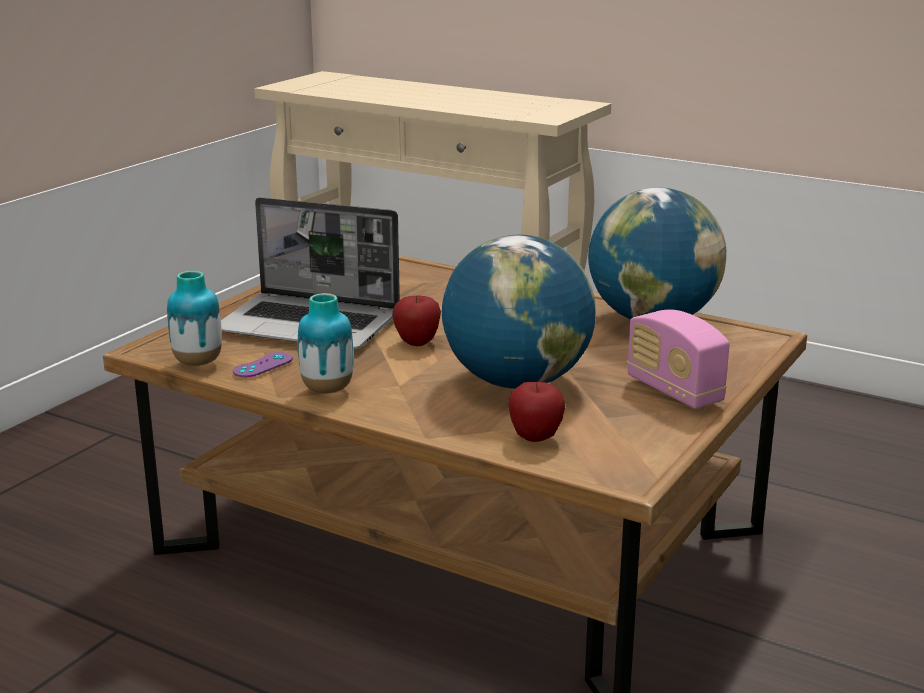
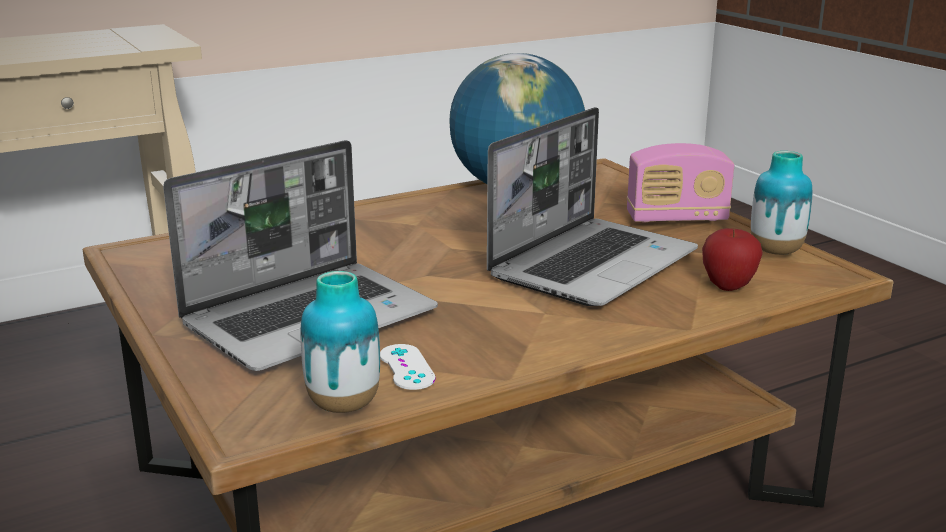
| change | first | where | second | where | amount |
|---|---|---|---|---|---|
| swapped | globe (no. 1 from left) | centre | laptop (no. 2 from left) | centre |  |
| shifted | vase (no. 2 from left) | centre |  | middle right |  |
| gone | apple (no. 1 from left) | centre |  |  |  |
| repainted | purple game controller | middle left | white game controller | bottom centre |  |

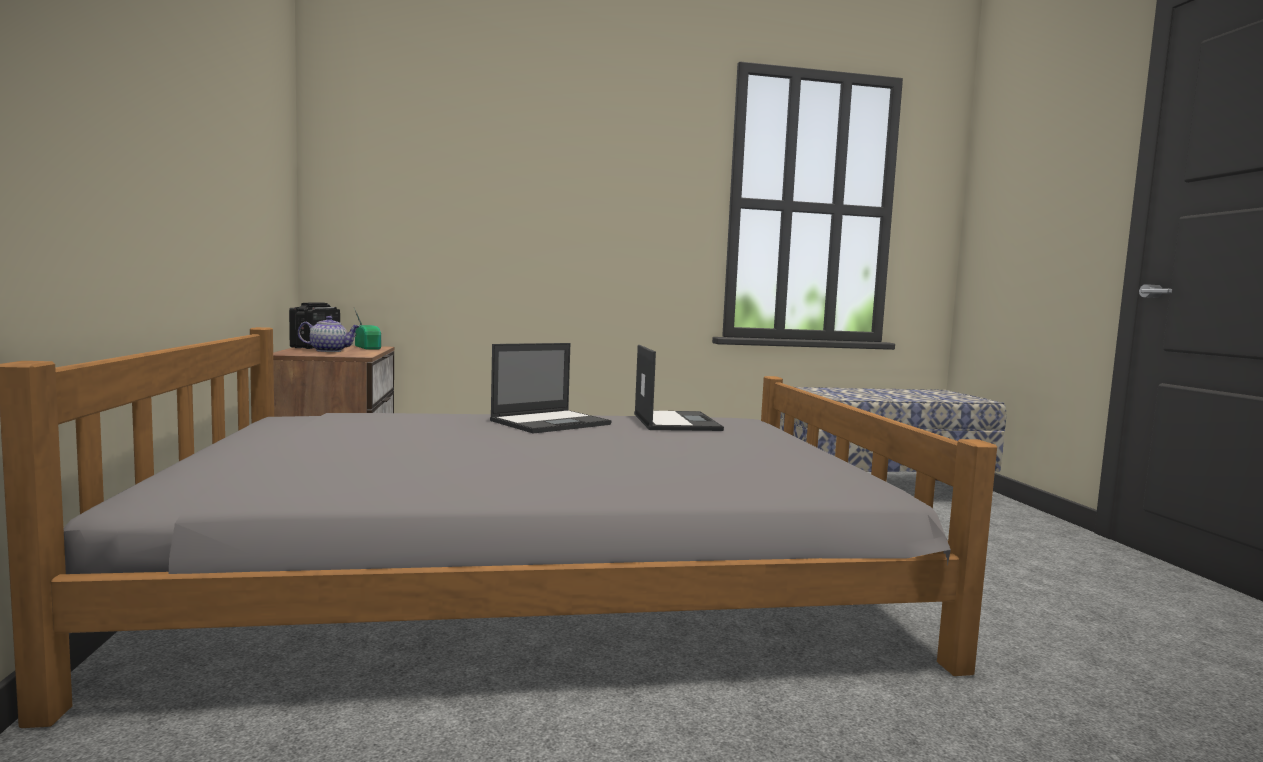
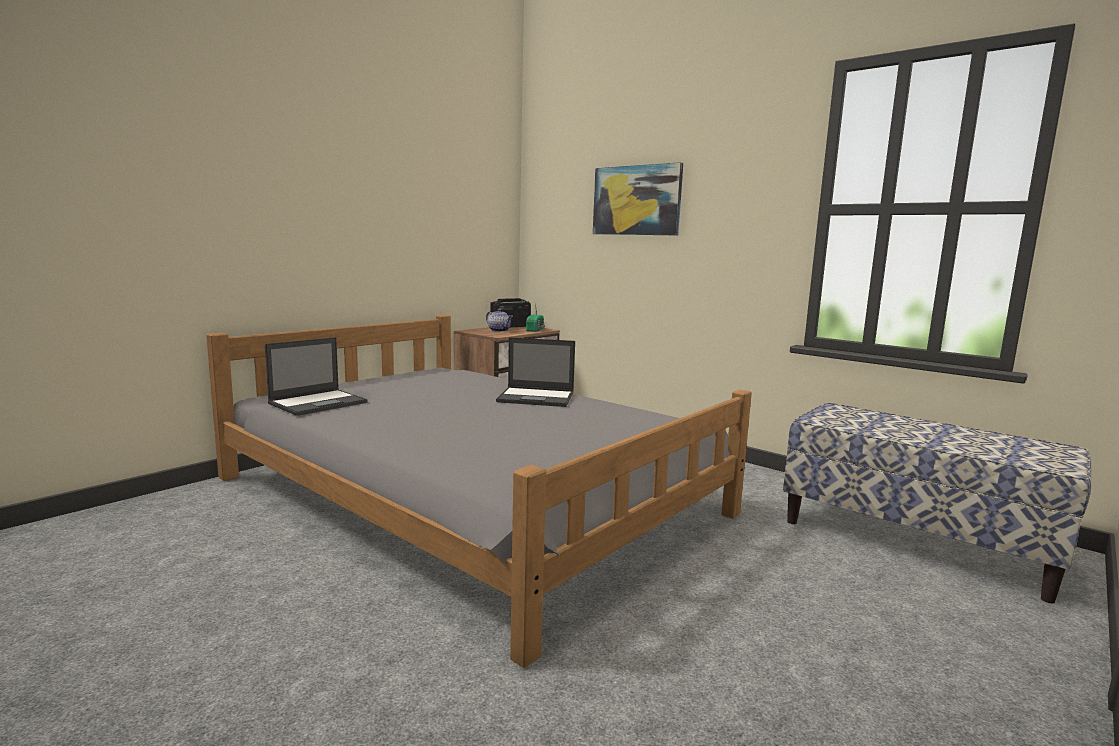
| change | first | where | second | where | amount |
|---|---|---|---|---|---|
| shifted | laptop (no. 2 from left in the first image) | centre | laptop (no. 1 from left) | middle left |  |
| new |  |  | picture | top centre |  |

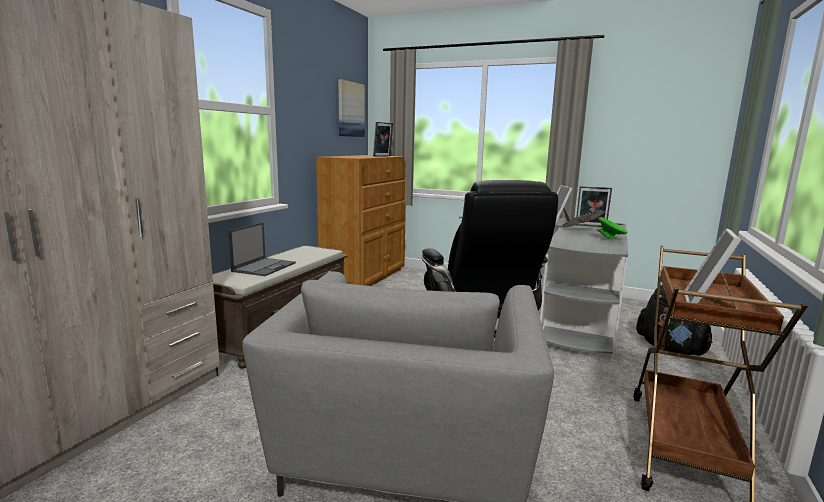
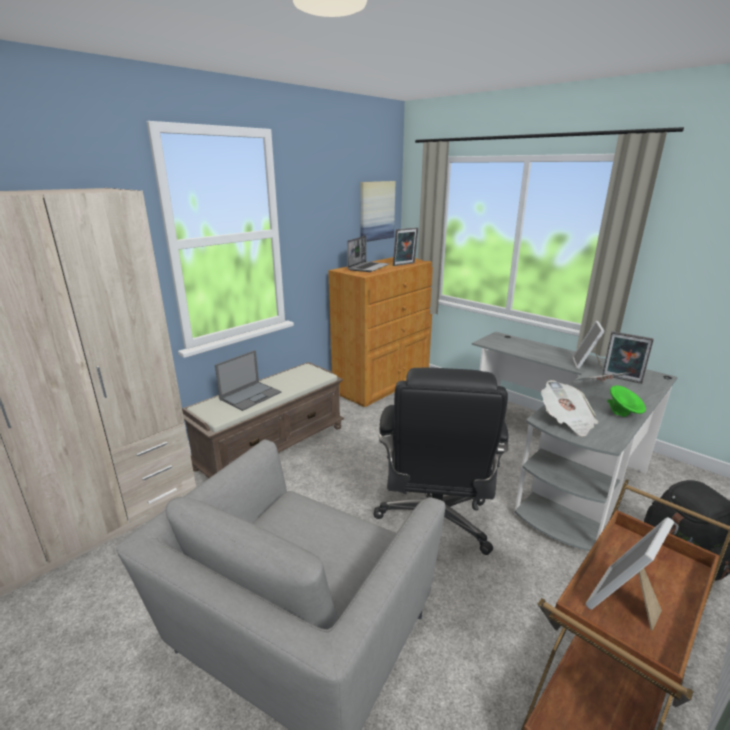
| change | first | where | second | where | amount |
|---|---|---|---|---|---|
| new |  |  | laptop (no. 2 from left) | centre |  |
| new |  |  | newspaper (no. 1 from left) | middle right |  |

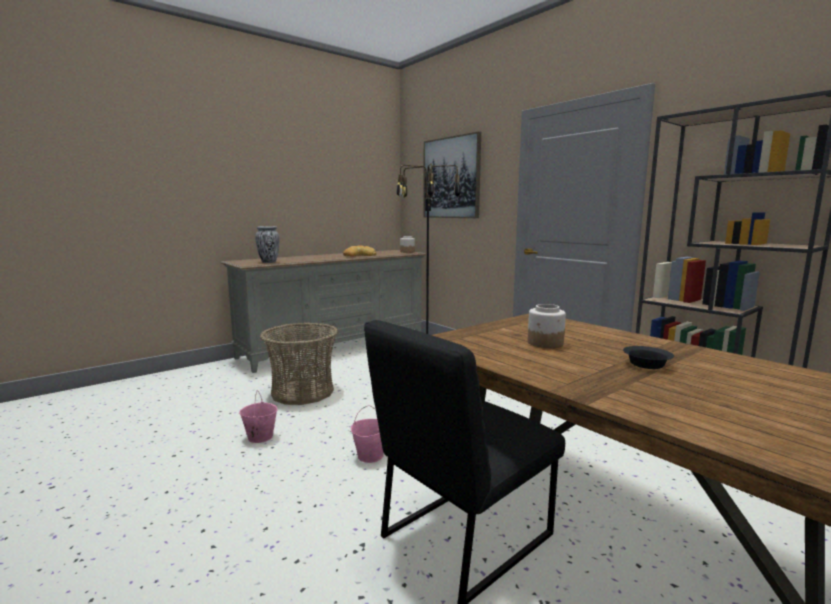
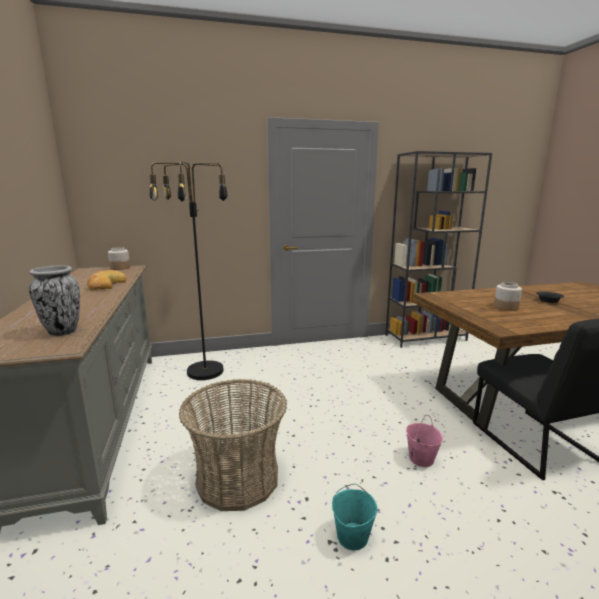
| change | first | where | second | where | amount |
|---|---|---|---|---|---|
| gone | picture | top centre |  |  |  |
| repainted | pink bucket (no. 1 from left) | bottom left | turquoise bucket | bottom centre |  |

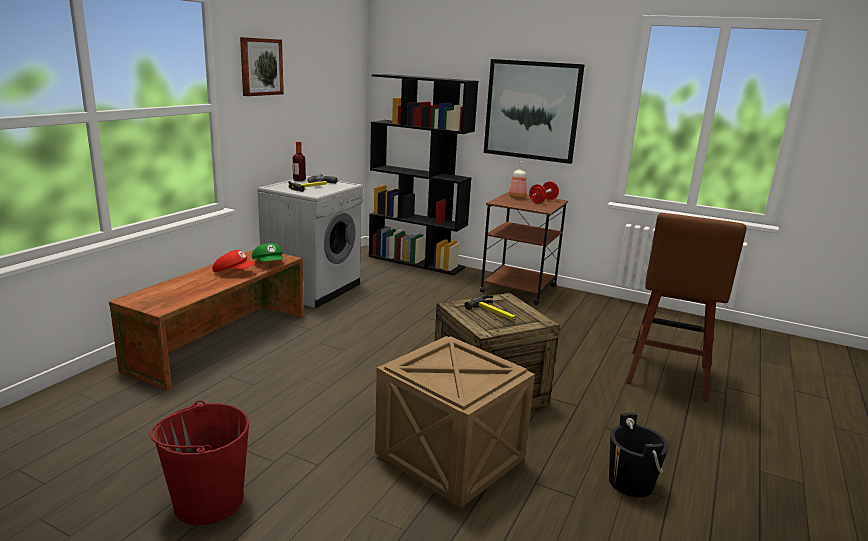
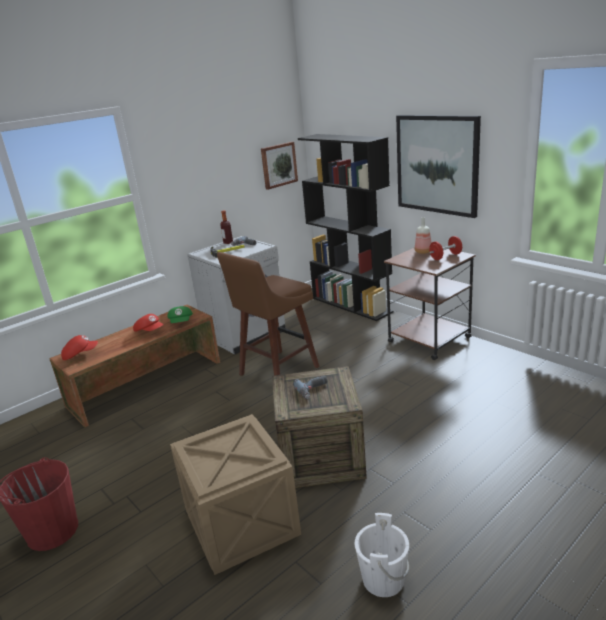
| change | first | where | second | where | amount |
|---|---|---|---|---|---|
| shifted | picture (no. 1 from left) | top left |  | top centre |  |
| shifted | brown stool | middle right |  | centre |  |
| swapped | hammer (no. 2 from left) | centre | power drill (no. 2 from left) | centre |  |
| repainted | black bucket | bottom right | white bucket | bottom centre |  |
| new |  |  | red cap (no. 1 from left) | middle left |  |

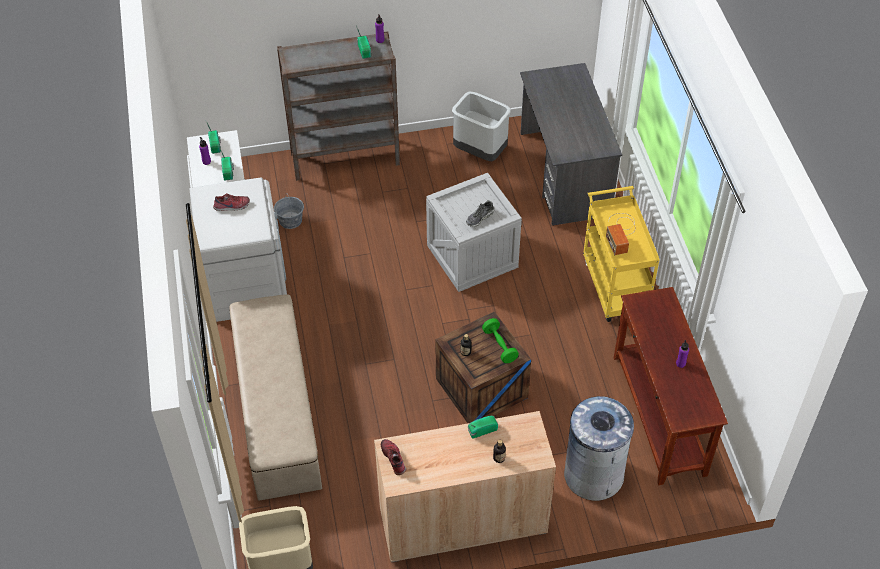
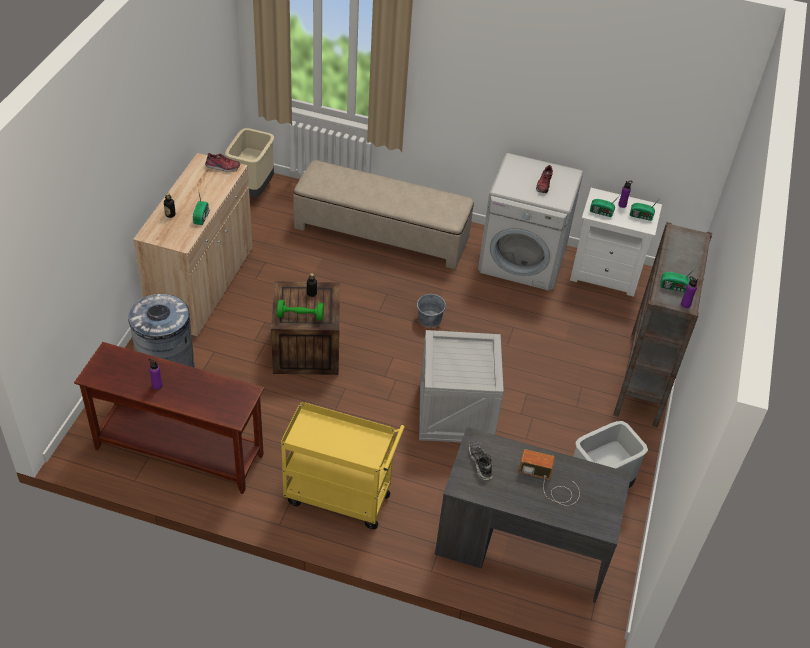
| change | first | where | second | where | amount |
|---|---|---|---|---|---|
| shifted | grey bucket | middle left |  | centre |  |
| shifted | shoe (no. 3 from left in the first image) | centre | shoe (no. 2 from left) | bottom centre |  |
| shifted | radio (no. 5 from left in the first image) | middle right | radio (no. 2 from left) | bottom right |  |

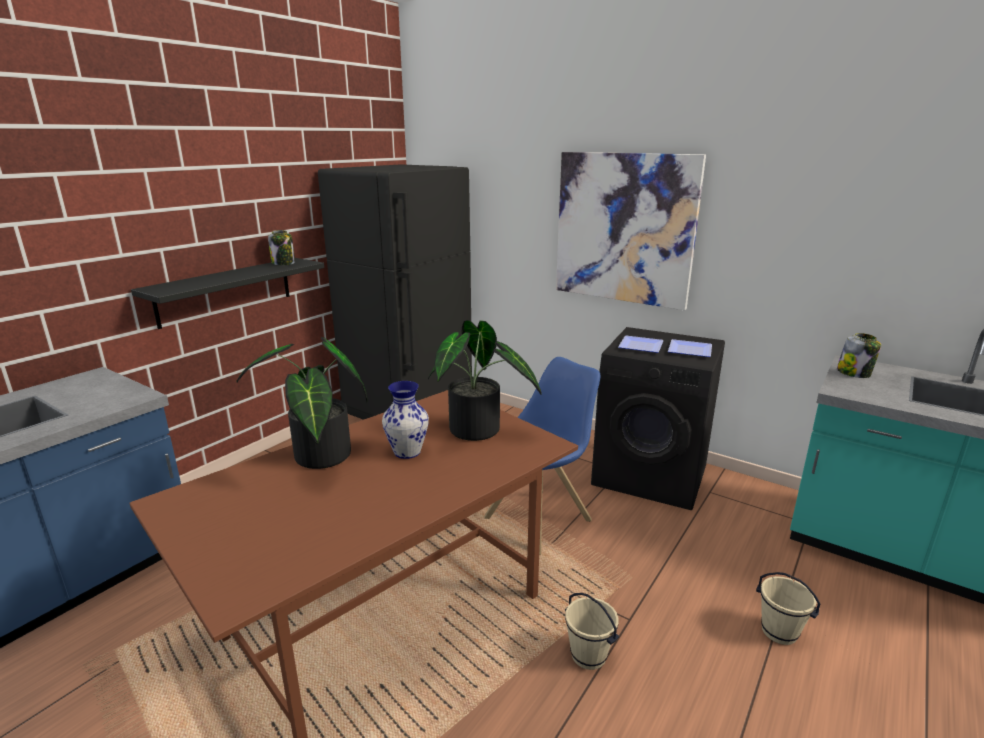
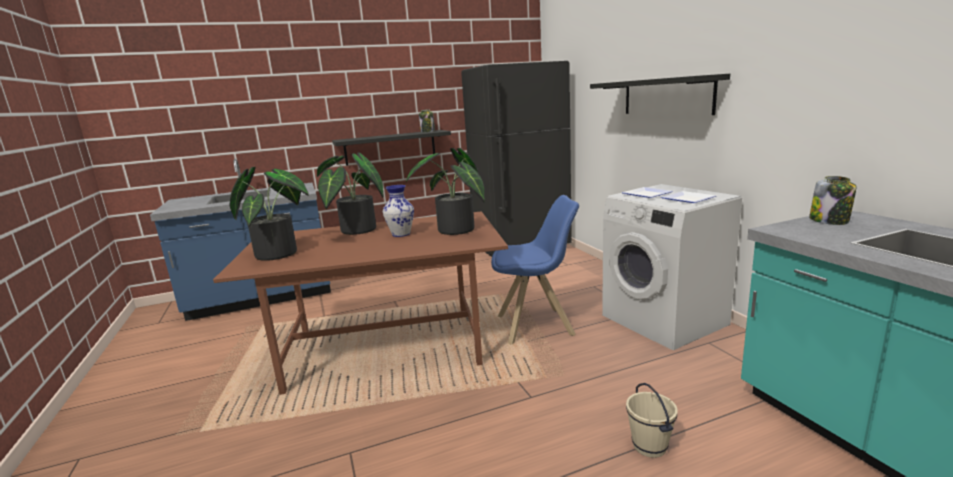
| change | first | where | second | where | amount |
|---|---|---|---|---|---|
| swapped | picture | top centre | black shelf (no. 2 from left) | top right |  |
| repainted | black washing machine | middle right | white washing machine | middle right |  |
| gone | beige bucket (no. 1 from left) | bottom centre |  |  |  |
| new |  |  | potted plant (no. 1 from left) | middle left |  |

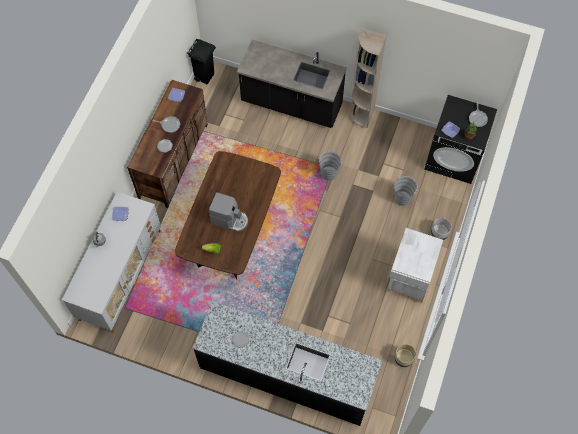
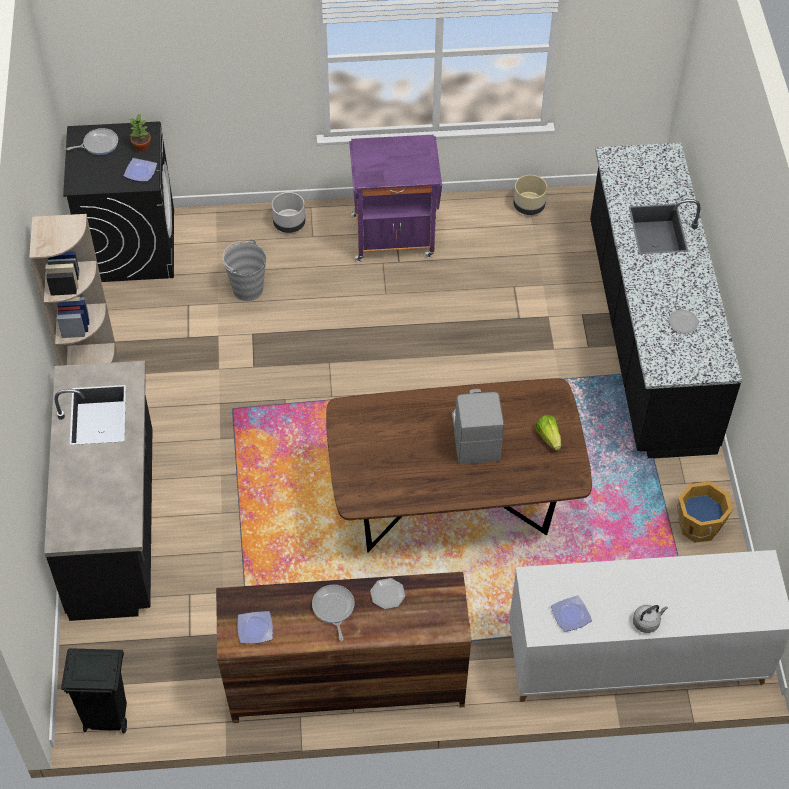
| change | first | where | second | where | amount |
|---|---|---|---|---|---|
| gone | grey bucket (no. 1 from left) | centre |  |  |  |
| repainted | white cart | middle right | purple cart | top centre |  |
| new |  |  | orange bucket | middle right |  |

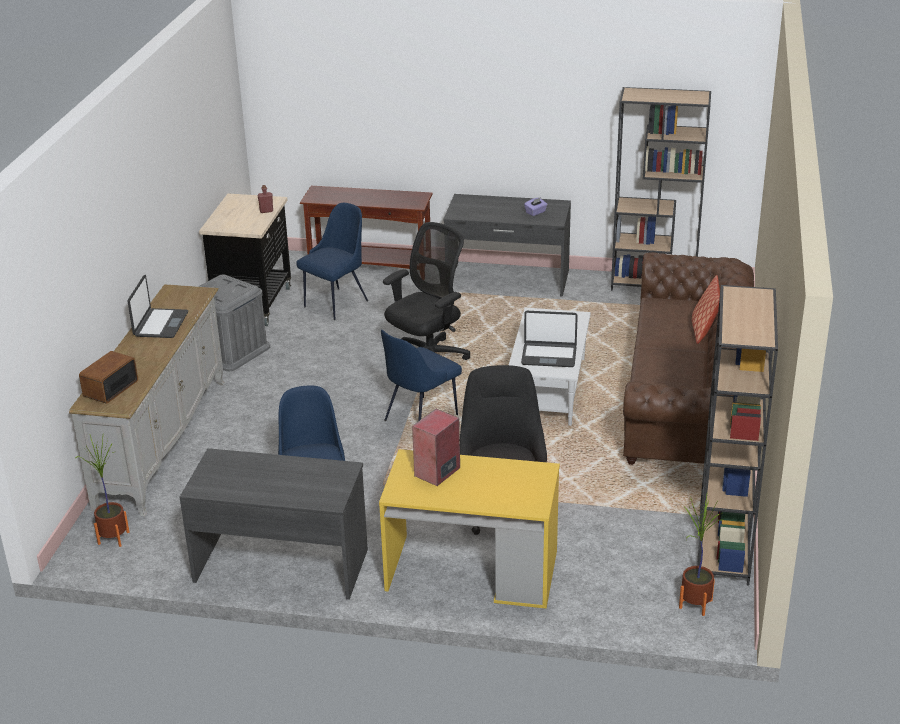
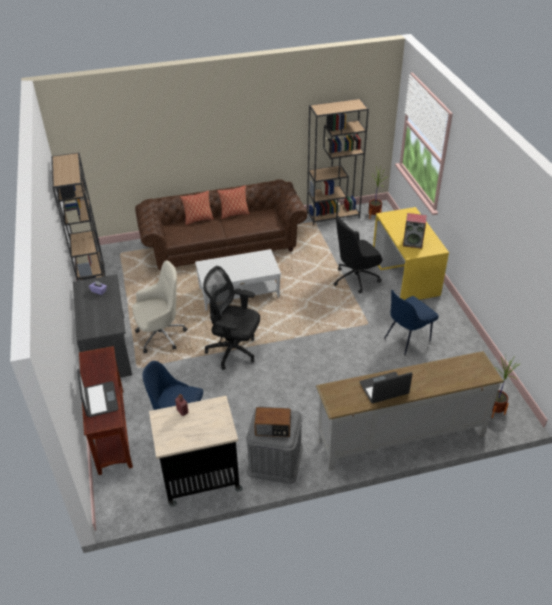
| change | first | where | second | where | amount |
|---|---|---|---|---|---|
| shifted | laptop (no. 2 from left in the first image) | centre | laptop (no. 1 from left) | middle left |  |
| gone | blue chair (no. 3 from left) | centre |  |  |  |
| shifted | radio | middle left |  | bottom centre |  |
| gone | grey desk (no. 1 from left) | bottom left |  |  |  |
| new |  |  | pillow (no. 2 from left) | centre |  |
| new |  |  | beige office chair | middle left |  |

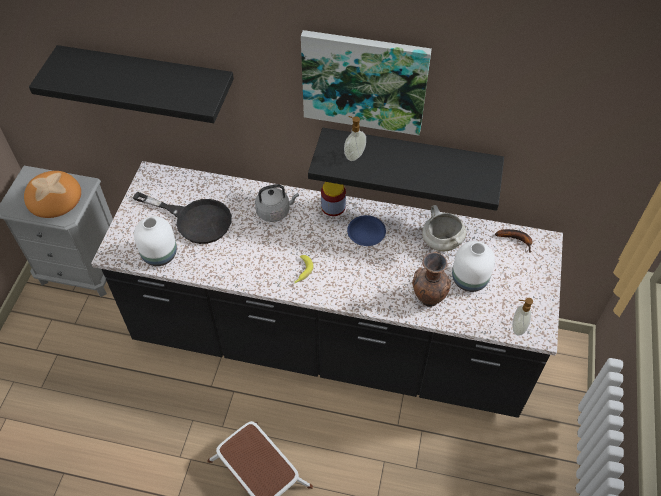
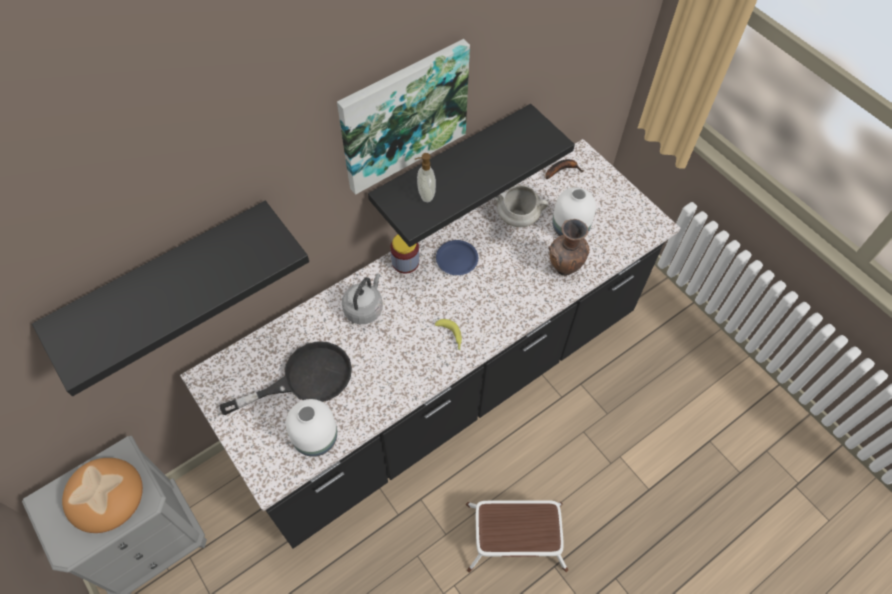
| change | first | where | second | where | amount |
|---|---|---|---|---|---|
| gone | soap dispenser (no. 2 from left) | middle right |  |  |  |

